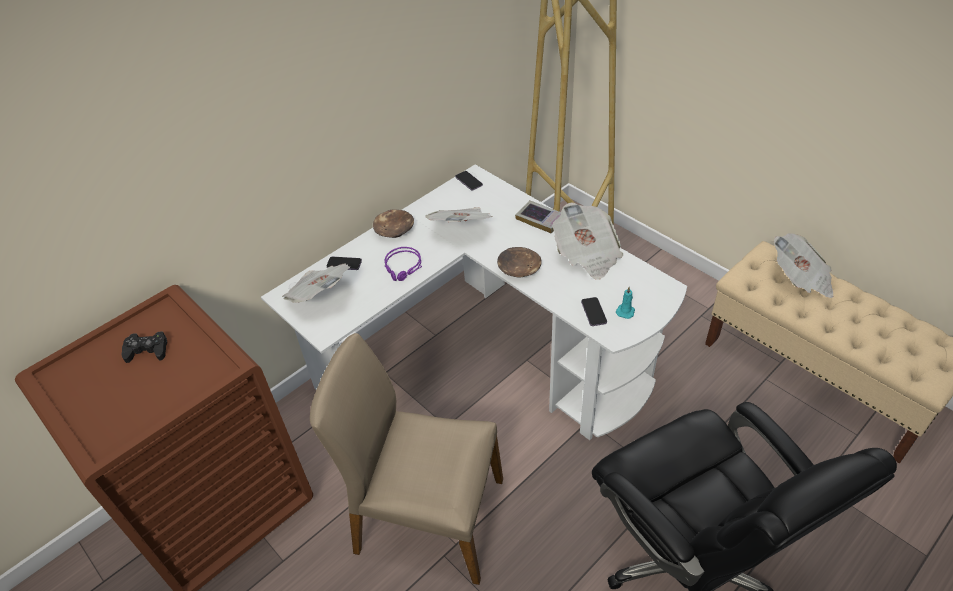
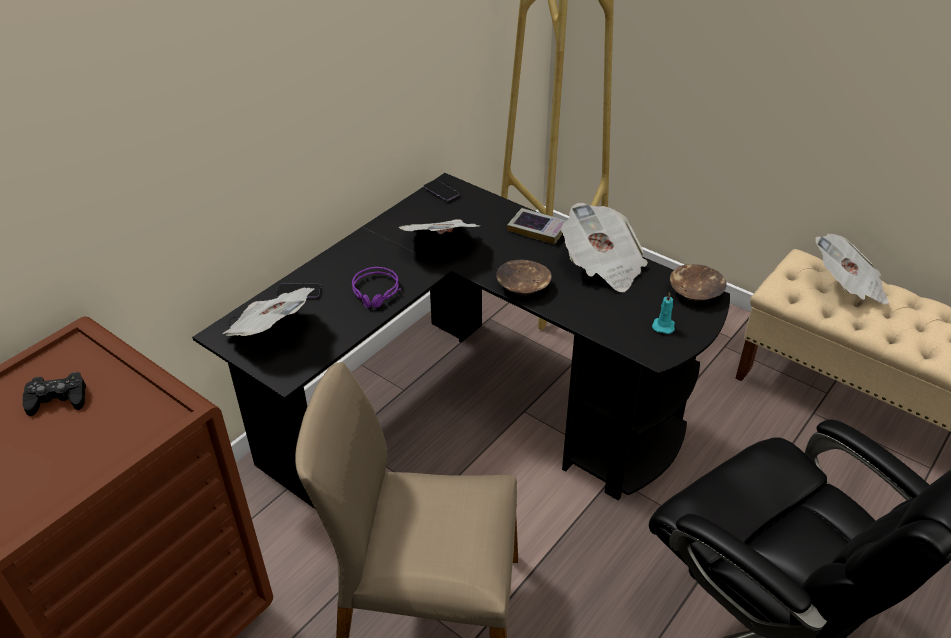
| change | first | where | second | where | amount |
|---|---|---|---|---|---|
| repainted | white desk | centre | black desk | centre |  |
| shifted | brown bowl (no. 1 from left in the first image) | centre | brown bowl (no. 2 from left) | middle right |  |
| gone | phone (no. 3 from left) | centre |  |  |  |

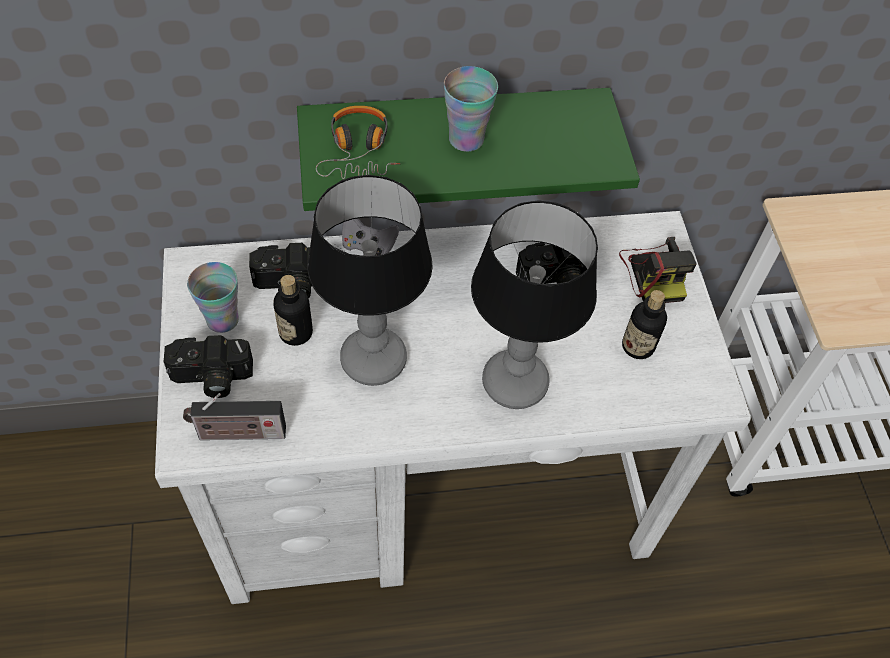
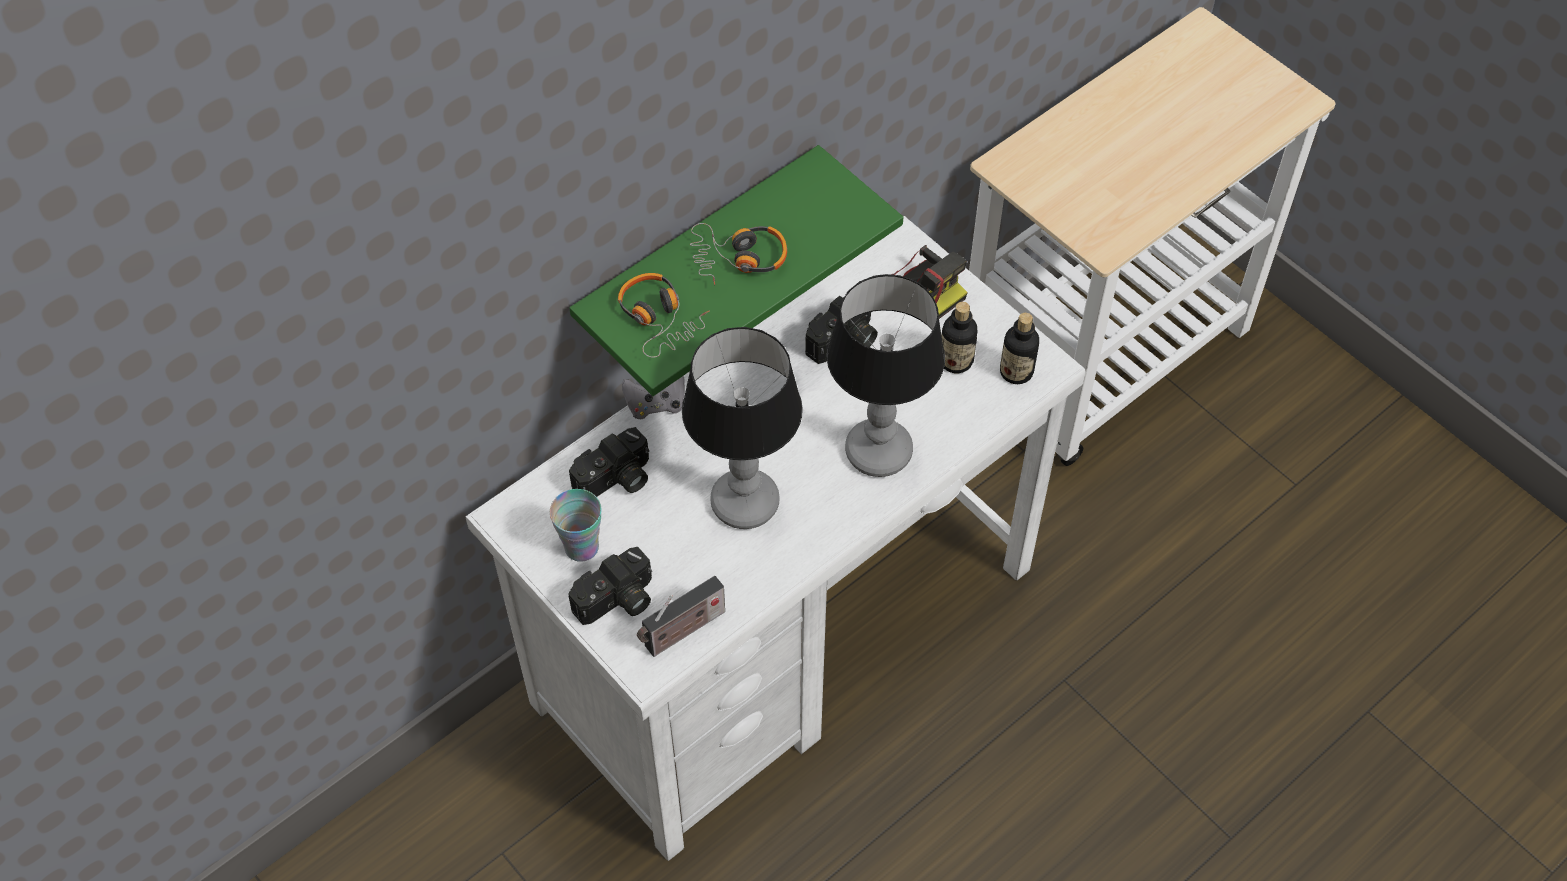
| change | first | where | second | where | amount |
|---|---|---|---|---|---|
| swapped | cup (no. 2 from left) | top centre | headphones (no. 2 from left) | top centre |  |
| shifted | bottle (no. 1 from left in the first image) | middle left | bottle (no. 2 from left) | centre |  |

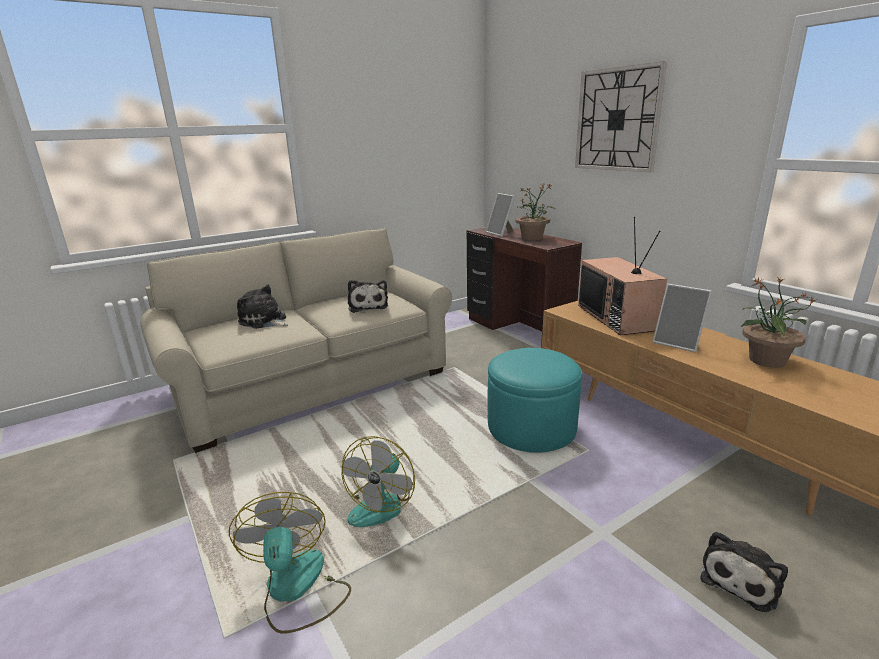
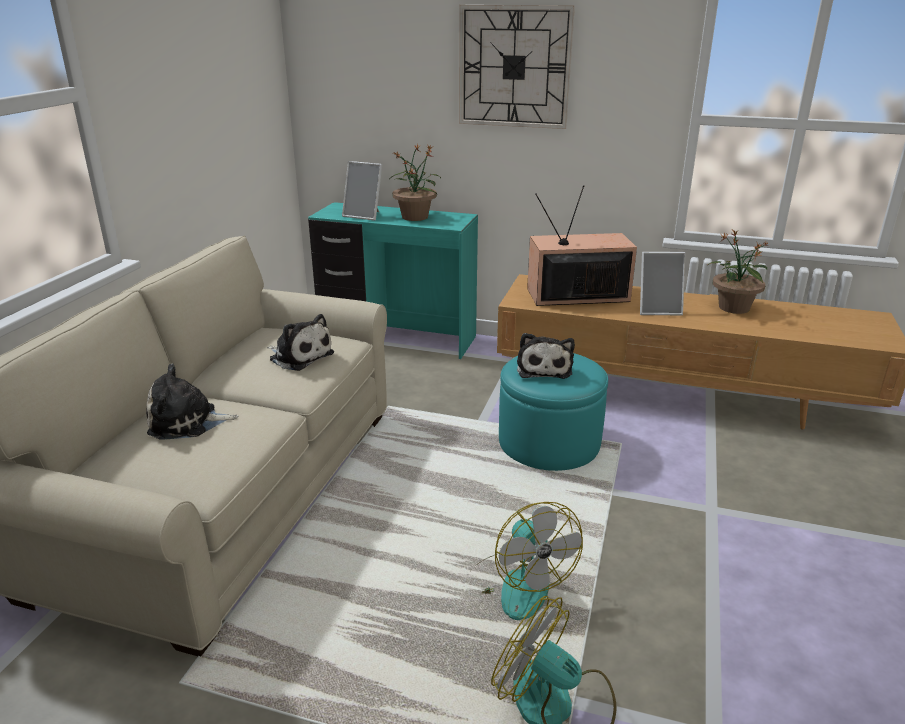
| change | first | where | second | where | amount |
|---|---|---|---|---|---|
| rotated | television | middle right |  | centre | 135 degrees clockwise |
| repainted | brown desk | centre | turquoise desk | centre |  |
| shifted | plush toy (no. 3 from left) | bottom right |  | centre |  |

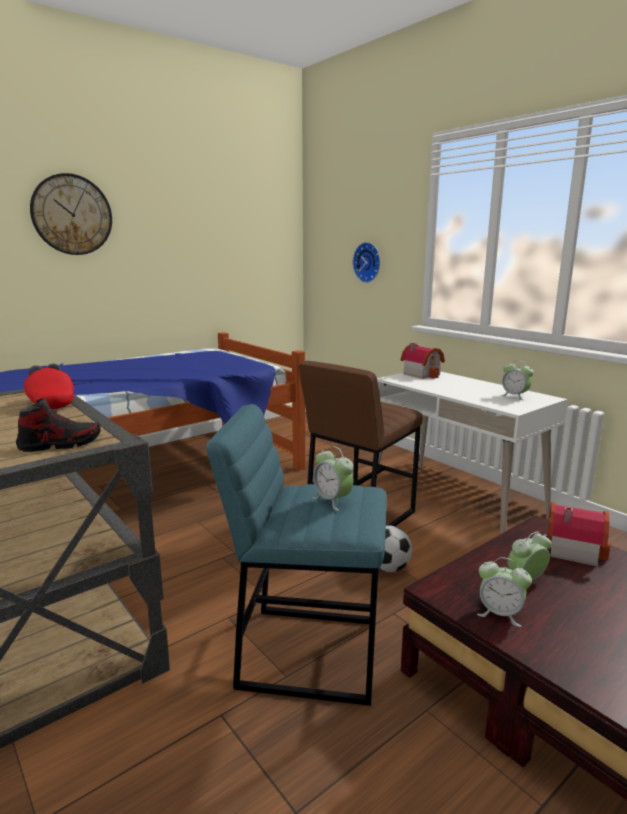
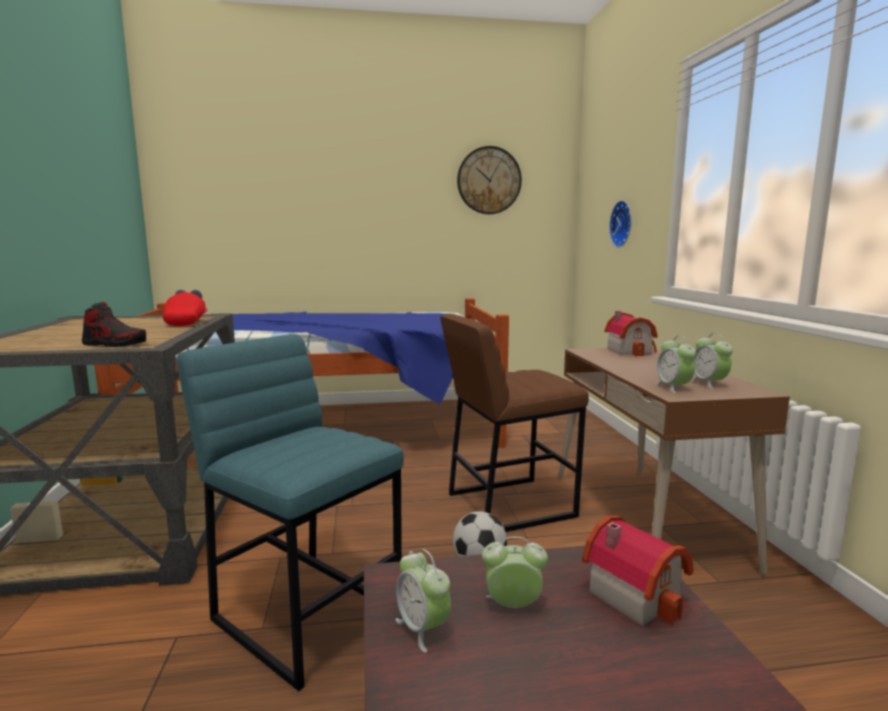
| change | first | where | second | where | amount |
|---|---|---|---|---|---|
| shifted | wall clock (no. 1 from left) | top left |  | top centre |  |
| repainted | white desk | middle right | brown desk | middle right |  |
| shifted | alarm clock (no. 1 from left in the first image) | centre | alarm clock (no. 3 from left) | middle right |  |

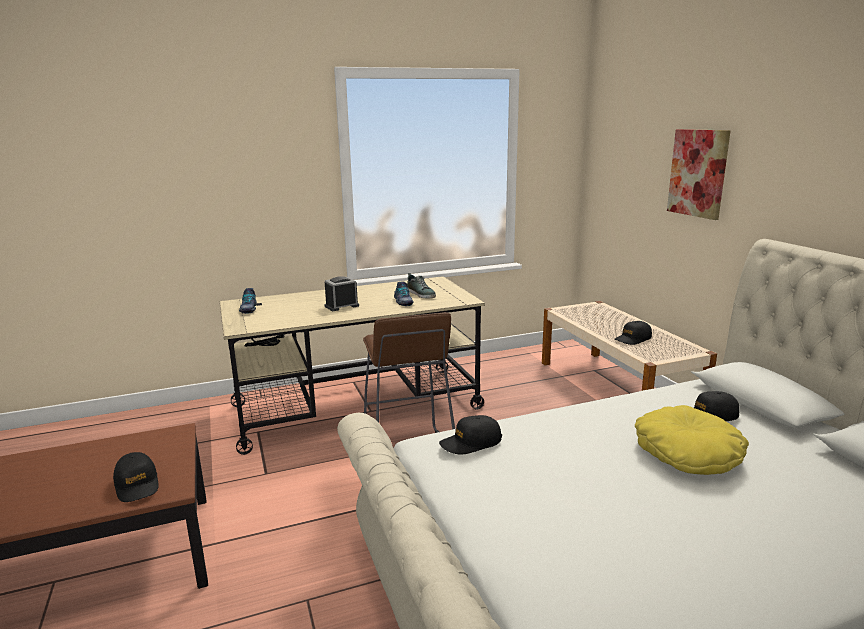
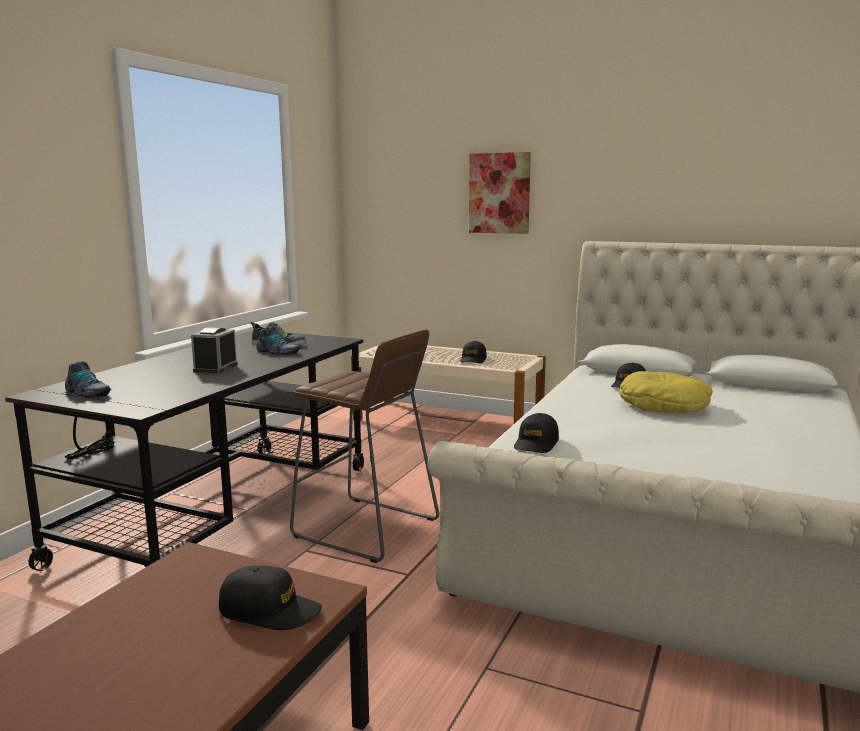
| change | first | where | second | where | amount |
|---|---|---|---|---|---|
| repainted | beige desk | centre | black desk | middle left |  |

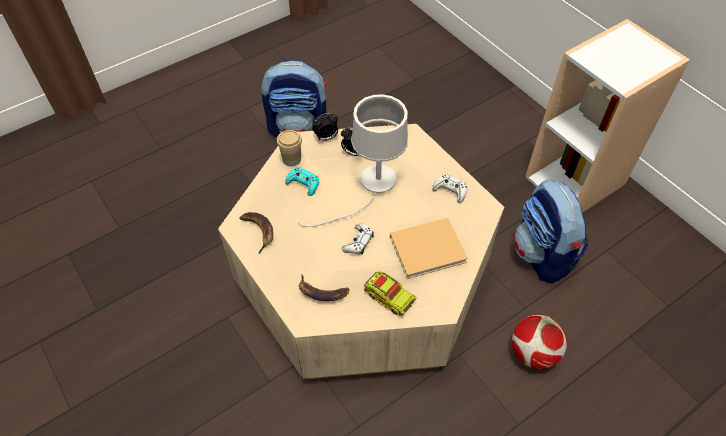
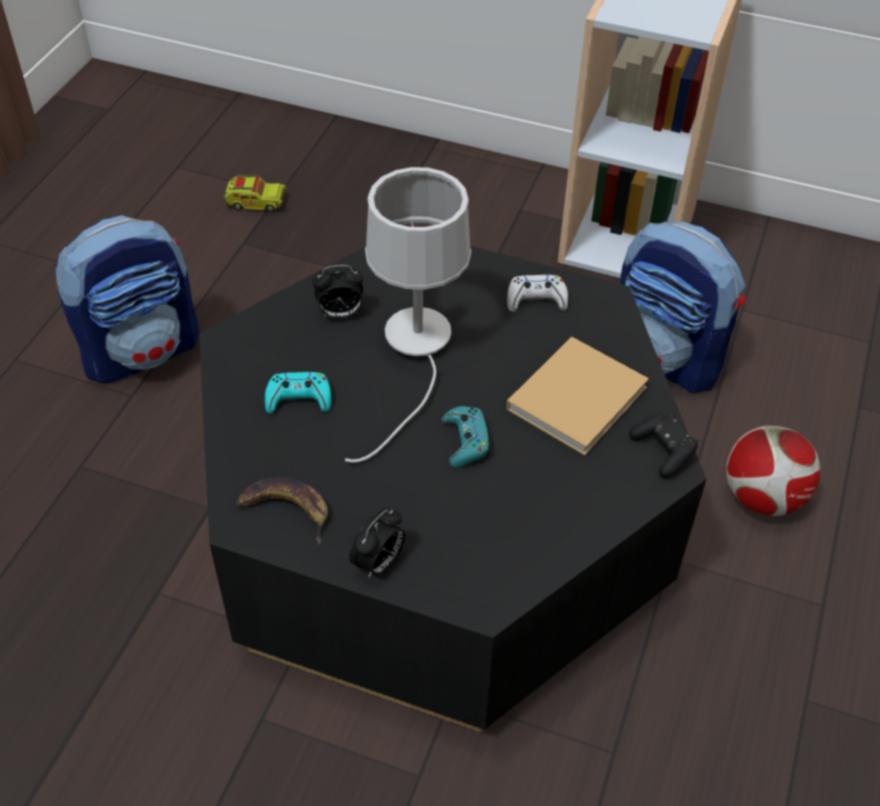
| change | first | where | second | where | amount |
|---|---|---|---|---|---|
| shifted | alarm clock (no. 1 from left in the first image) | top centre | alarm clock (no. 2 from left) | bottom centre |  |
| repainted | beige coffee table | centre | black coffee table | centre |  |
| gone | cup | centre |  |  |  |
| repainted | white game controller (no. 1 from left) | centre | turquoise game controller (no. 2 from left) | centre |  |
| shifted | toy truck | bottom centre |  | top left |  |
| gone | banana (no. 2 from left) | centre |  |  |  |
| new |  |  | black game controller | middle right |  |

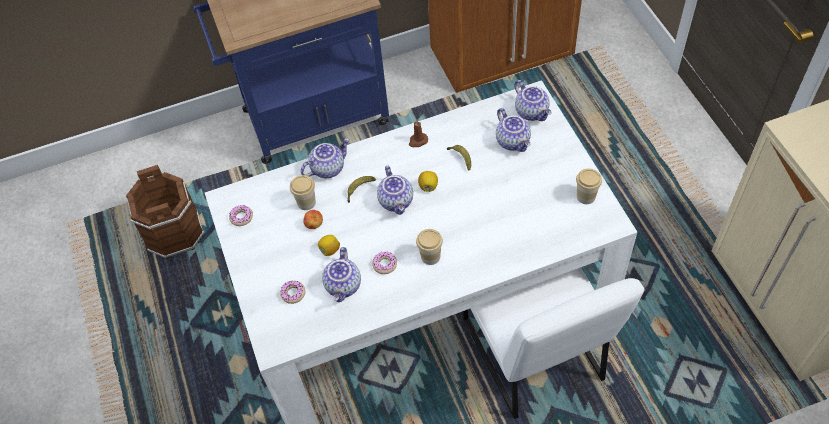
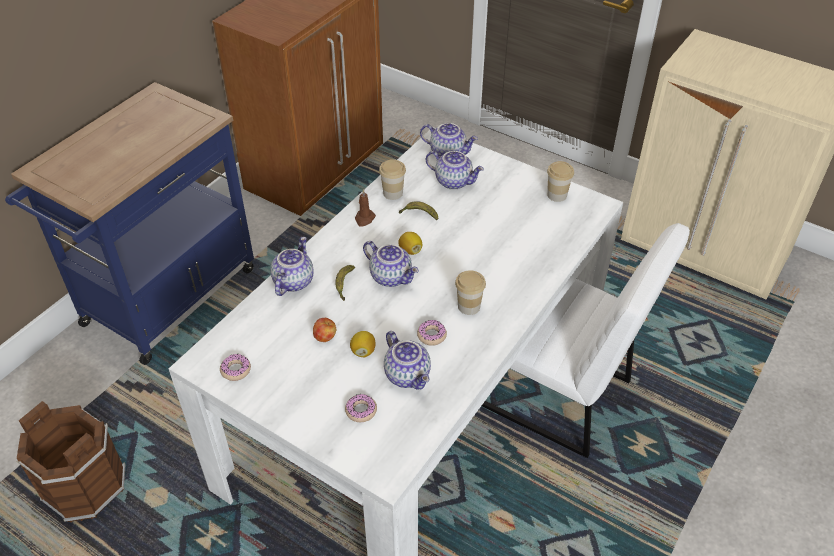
| change | first | where | second | where | amount |
|---|---|---|---|---|---|
| shifted | cup (no. 1 from left) | centre |  | top centre |  |

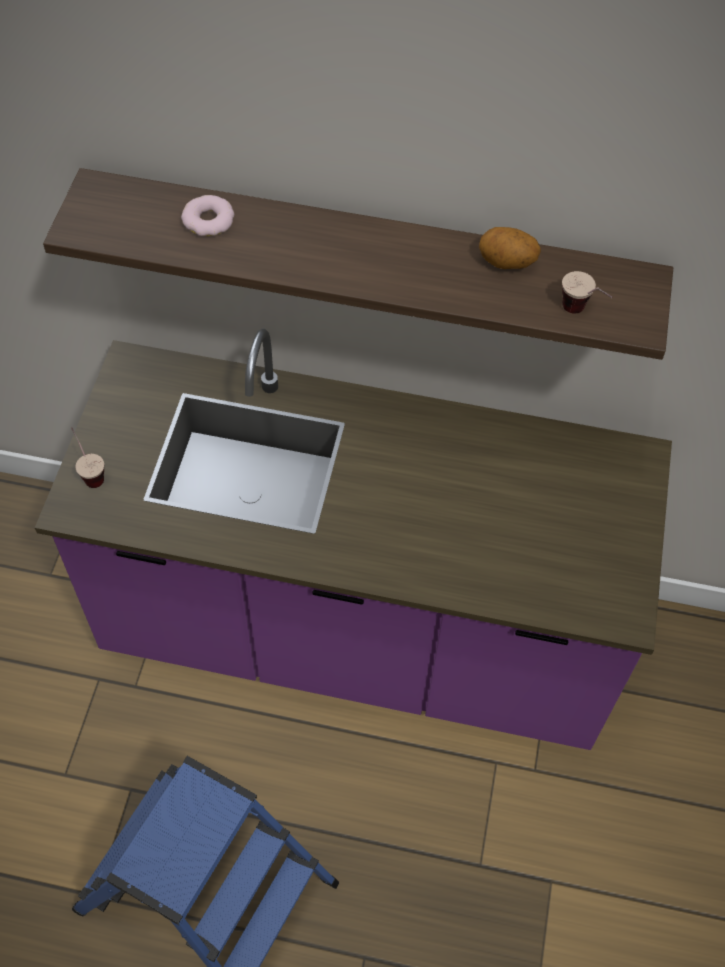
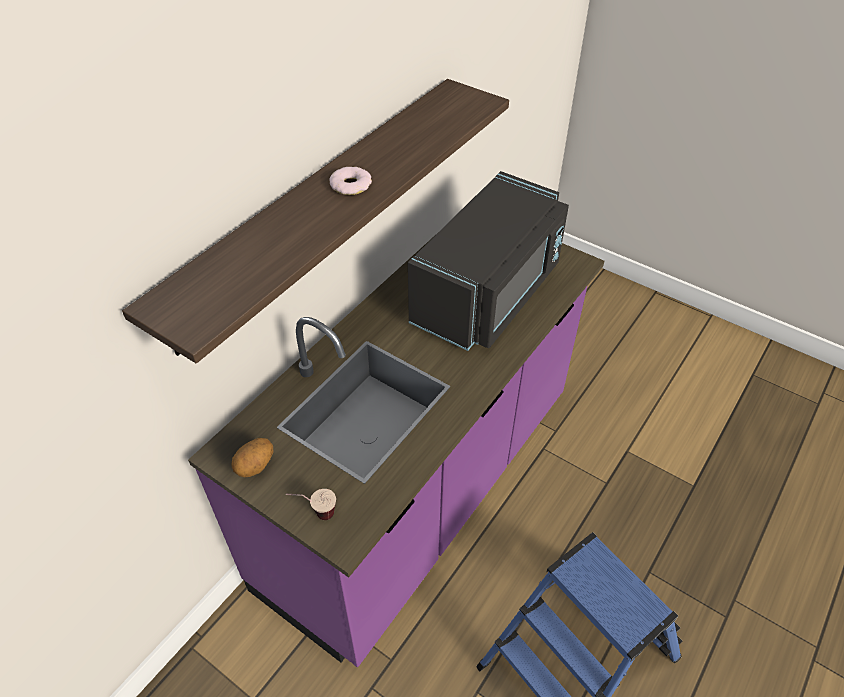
| change | first | where | second | where | amount |
|---|---|---|---|---|---|
| shifted | donut | top left |  | top centre |  |
| shifted | potato | top right |  | middle left |  |
| gone | cup (no. 2 from left) | top right |  |  |  |
| new |  |  | black microwave | centre |  |

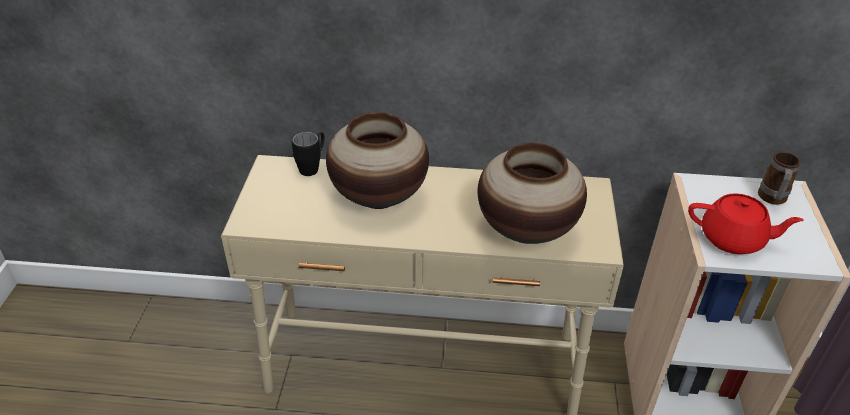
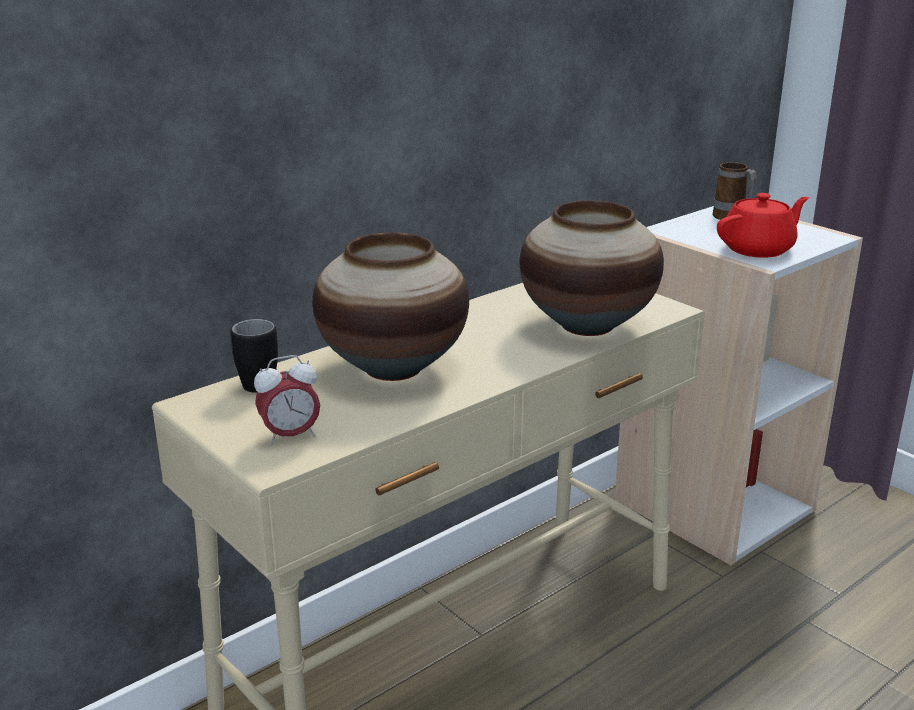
| change | first | where | second | where | amount |
|---|---|---|---|---|---|
| new |  |  | alarm clock | middle left |  |

